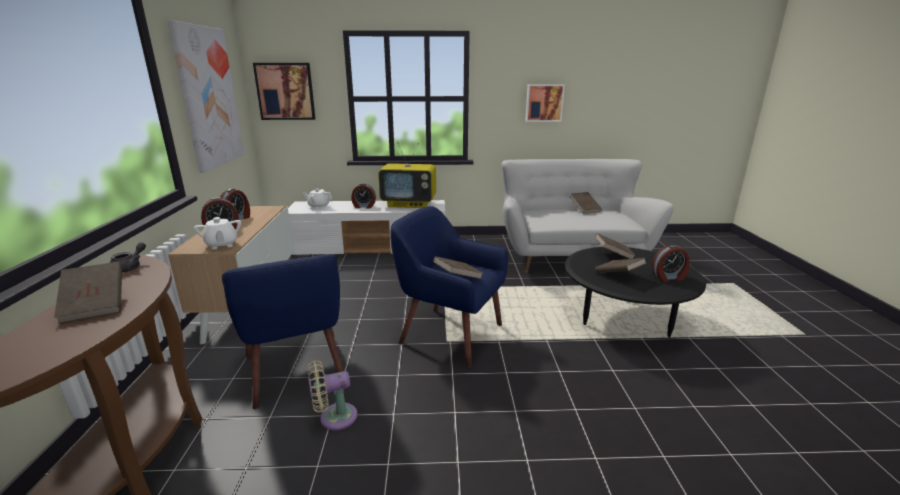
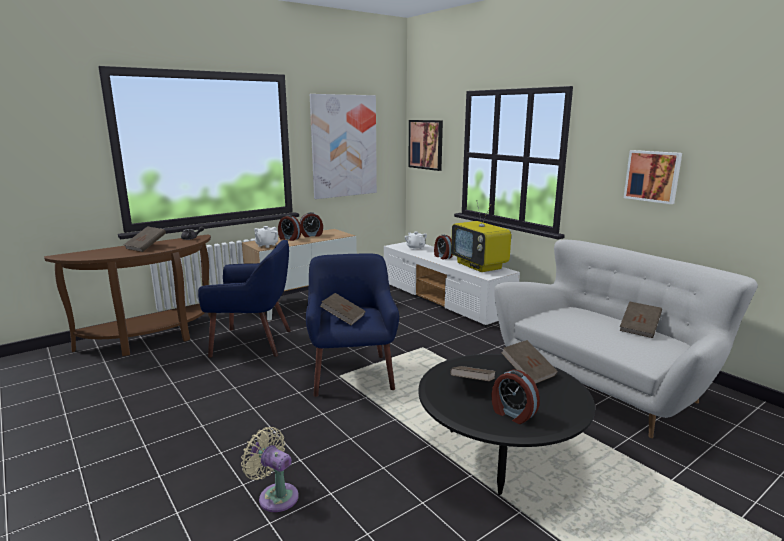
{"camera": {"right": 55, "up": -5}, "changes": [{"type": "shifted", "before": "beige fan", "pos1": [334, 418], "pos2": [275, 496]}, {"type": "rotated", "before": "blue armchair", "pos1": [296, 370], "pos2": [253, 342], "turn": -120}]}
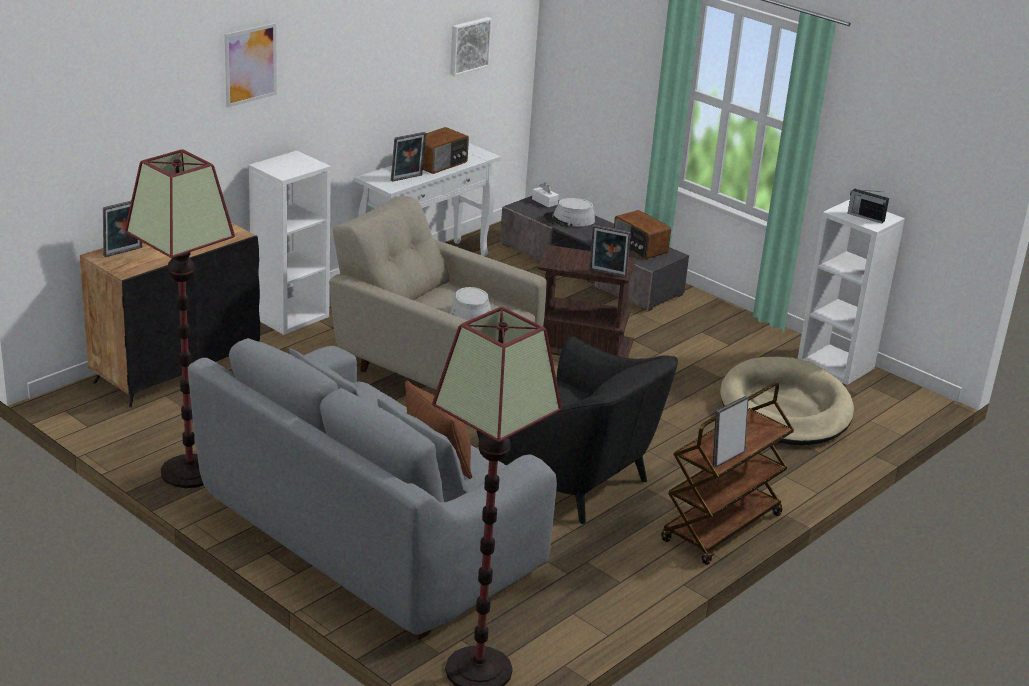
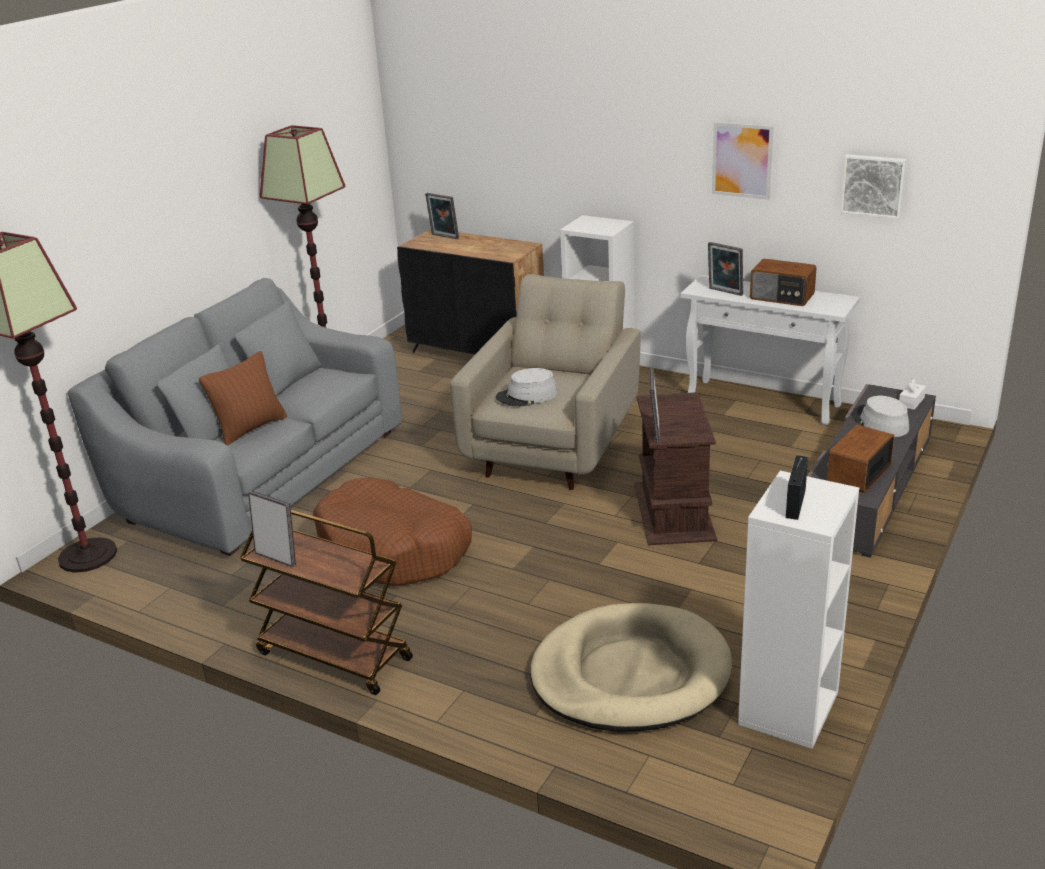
{"camera": {"right": 80, "up": 0}, "changes": [{"type": "shifted", "before": "picture", "pos1": [250, 64], "pos2": [742, 160]}, {"type": "swapped", "before": "black armchair", "after": "brown dog bed", "pos1": [570, 478], "pos2": [393, 549]}]}
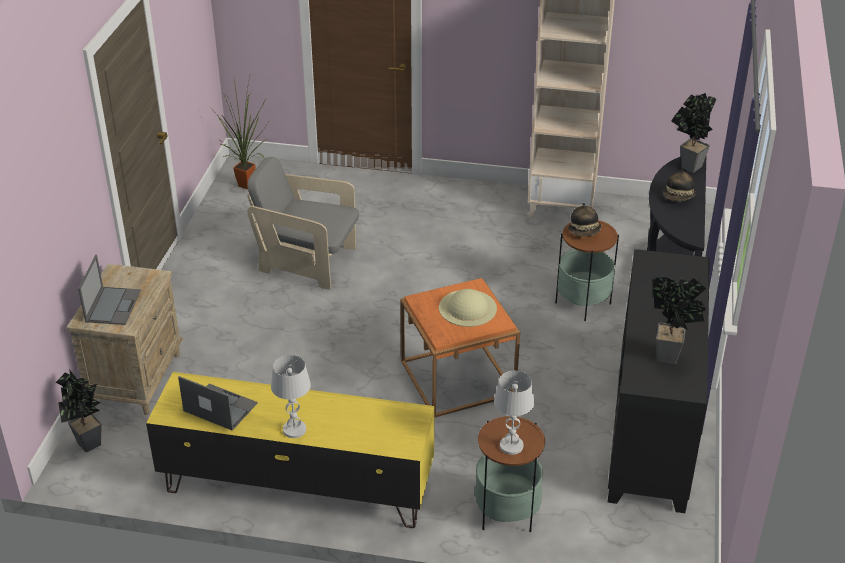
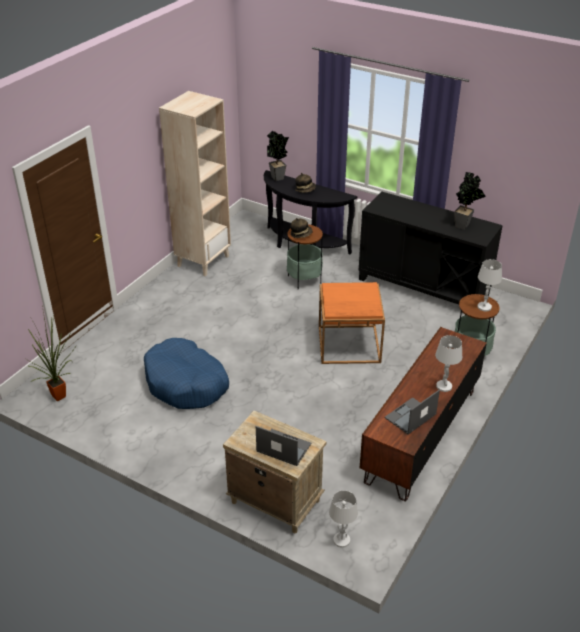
{"camera": {"right": -70, "up": 0}, "changes": [{"type": "gone", "before": "beige hat", "pos1": [467, 308]}, {"type": "swapped", "before": "potted plant", "after": "white table lamp", "pos1": [89, 447], "pos2": [341, 540]}, {"type": "swapped", "before": "grey armchair", "after": "blue dog bed", "pos1": [308, 262], "pos2": [186, 383]}, {"type": "repainted", "before": "yellow tv stand", "after": "brown tv stand", "pos1": [296, 485], "pos2": [421, 435]}]}
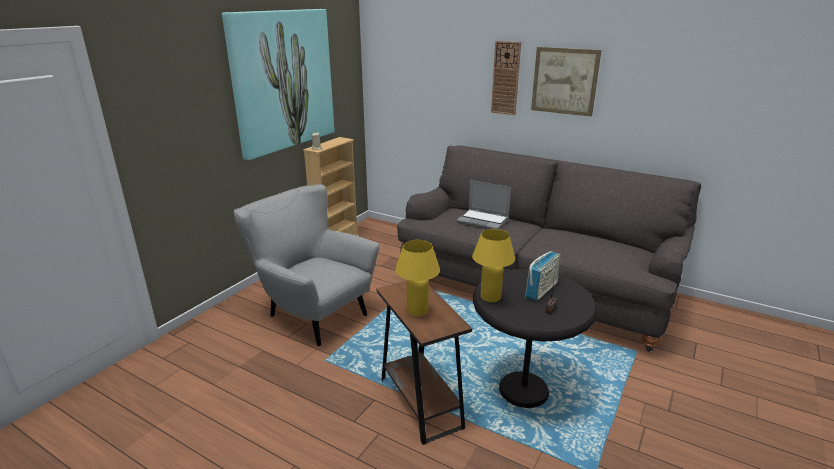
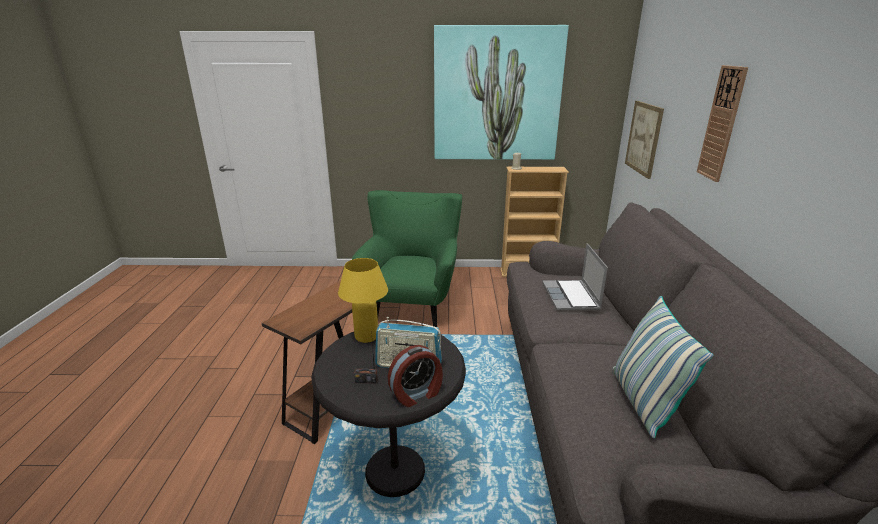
{"camera": {"right": 60, "up": 0}, "changes": [{"type": "gone", "before": "yellow table lamp", "pos1": [417, 311]}, {"type": "new", "after": "alarm clock", "pos2": [417, 394]}, {"type": "new", "after": "pillow", "pos2": [643, 402]}, {"type": "shifted", "before": "picture", "pos1": [564, 81], "pos2": [643, 138]}, {"type": "repainted", "before": "grey armchair", "after": "green armchair", "pos1": [312, 314], "pos2": [413, 304]}]}
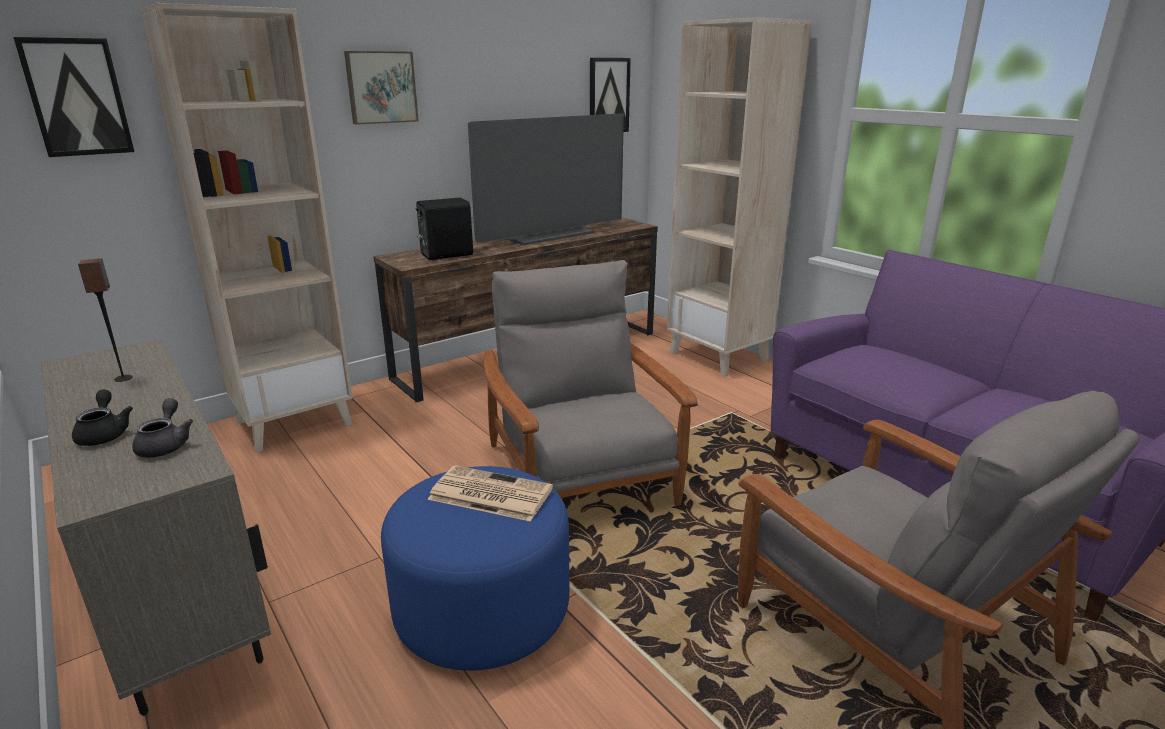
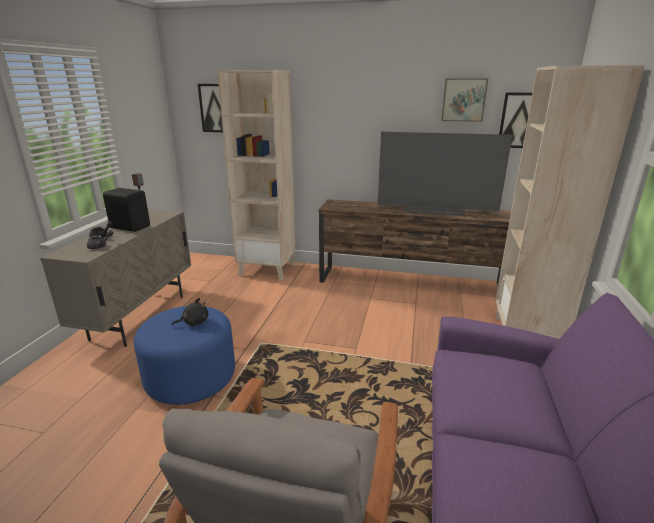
{"camera": {"right": 50, "up": 0}, "changes": [{"type": "gone", "before": "grey armchair", "pos1": [580, 475]}, {"type": "shifted", "before": "picture", "pos1": [381, 87], "pos2": [463, 100]}, {"type": "shifted", "before": "black speaker", "pos1": [445, 254], "pos2": [130, 227]}, {"type": "swapped", "before": "newspaper", "after": "black plush toy", "pos1": [489, 494], "pos2": [194, 322]}]}
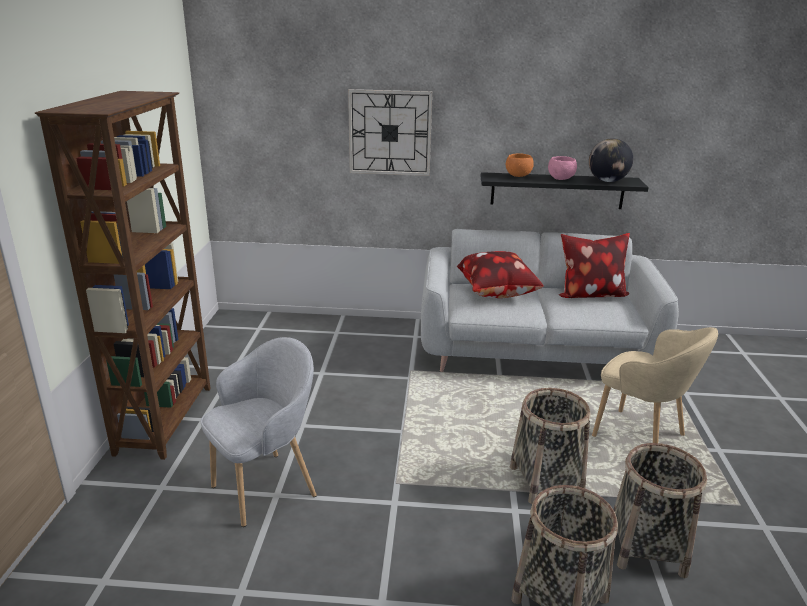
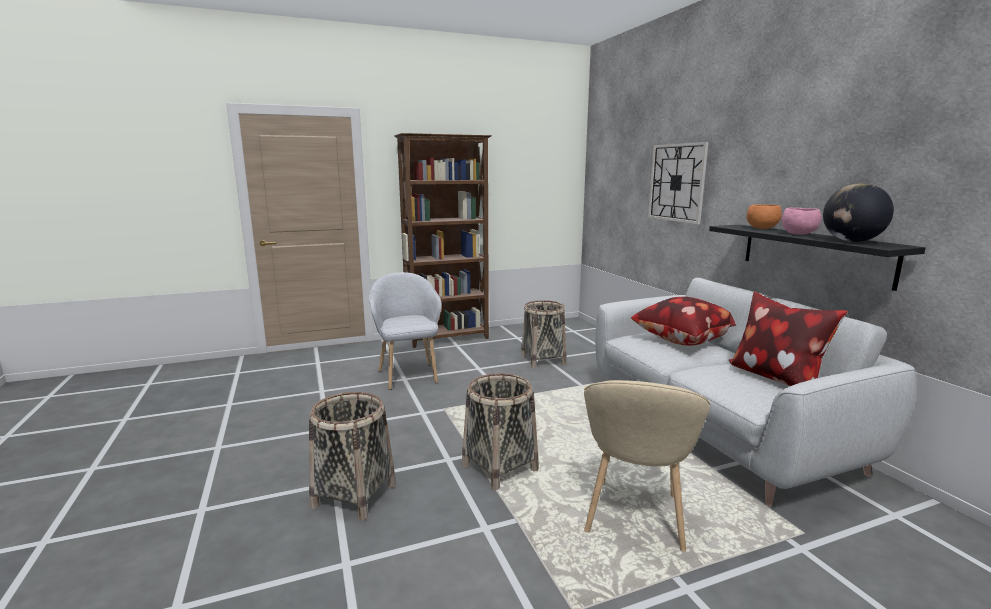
{"camera": {"right": 65, "up": -10}, "changes": [{"type": "shifted", "before": "basket", "pos1": [647, 548], "pos2": [542, 360]}, {"type": "rotated", "before": "grey armchair", "pos1": [266, 487], "pos2": [408, 375], "turn": -135}]}
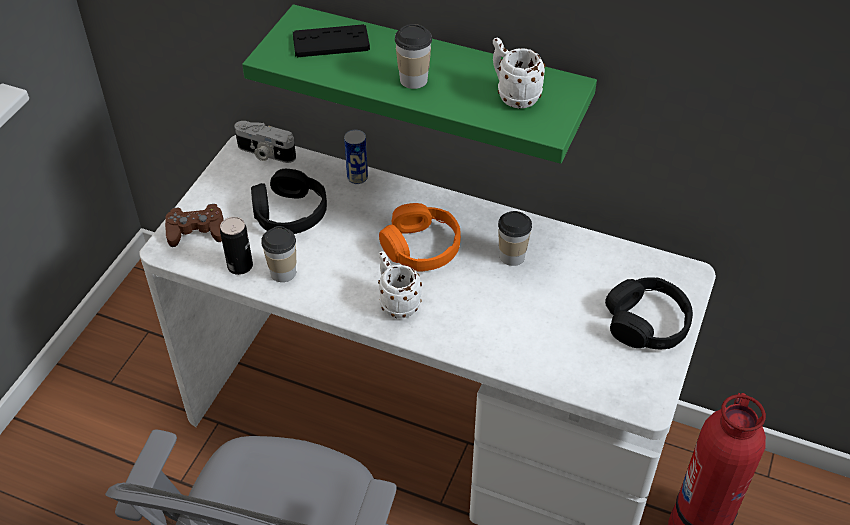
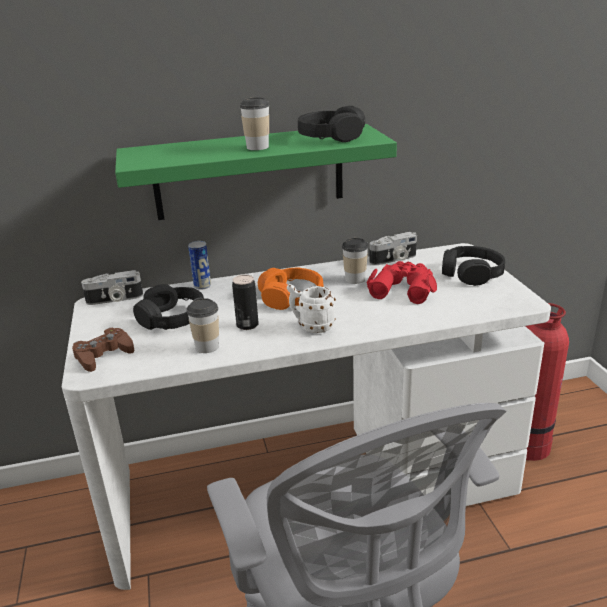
{"camera": {"right": -35, "up": -20}, "changes": [{"type": "gone", "before": "black game controller", "pos1": [331, 42]}, {"type": "new", "after": "red binoculars", "pos2": [403, 288]}, {"type": "new", "after": "photo camera", "pos2": [394, 260]}, {"type": "shifted", "before": "can", "pos1": [240, 266], "pos2": [247, 325]}, {"type": "swapped", "before": "white mug", "after": "black headphones", "pos1": [513, 95], "pos2": [331, 136]}]}
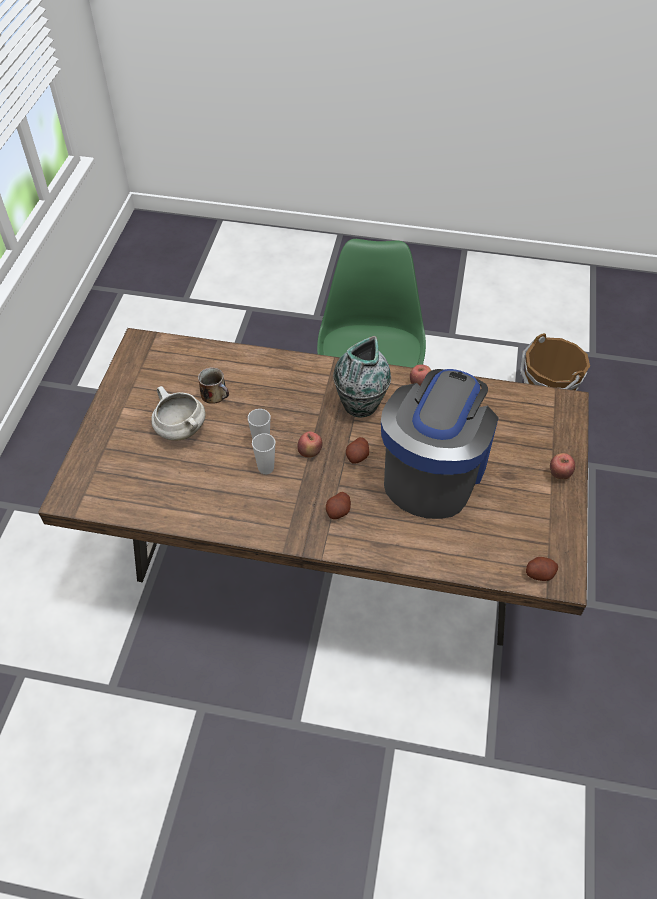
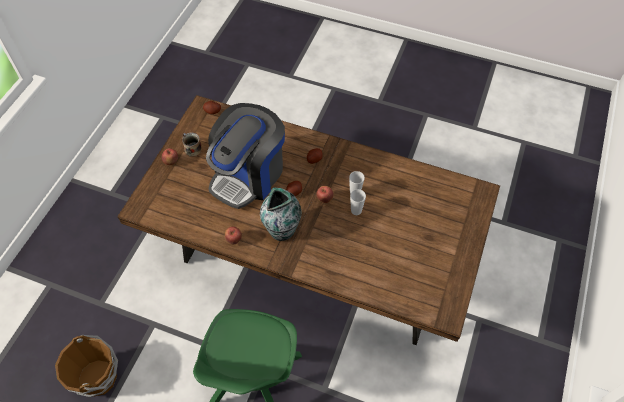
{"camera": {"right": -170, "up": 5}, "changes": [{"type": "gone", "before": "white cooking pot", "pos1": [180, 430]}, {"type": "shifted", "before": "mug", "pos1": [215, 394], "pos2": [192, 149]}]}
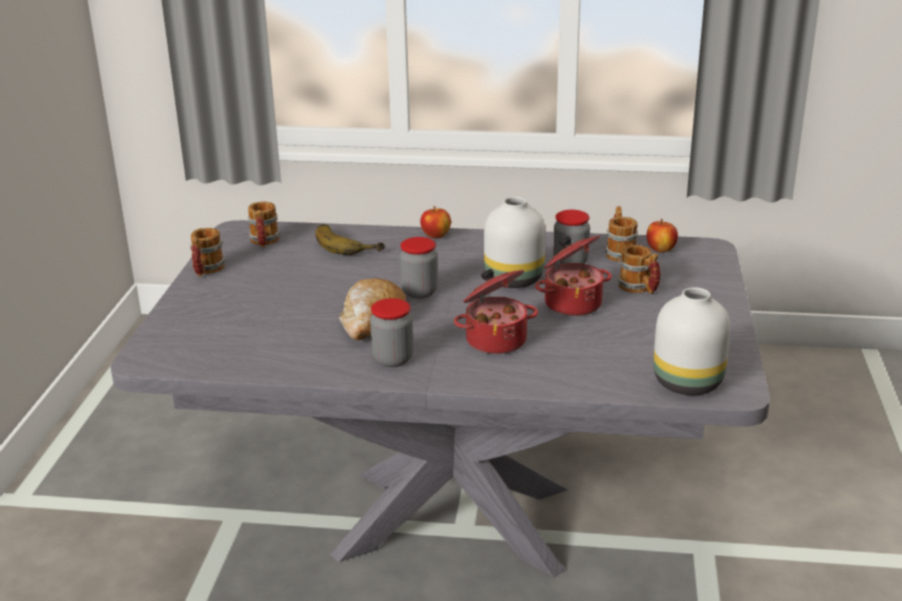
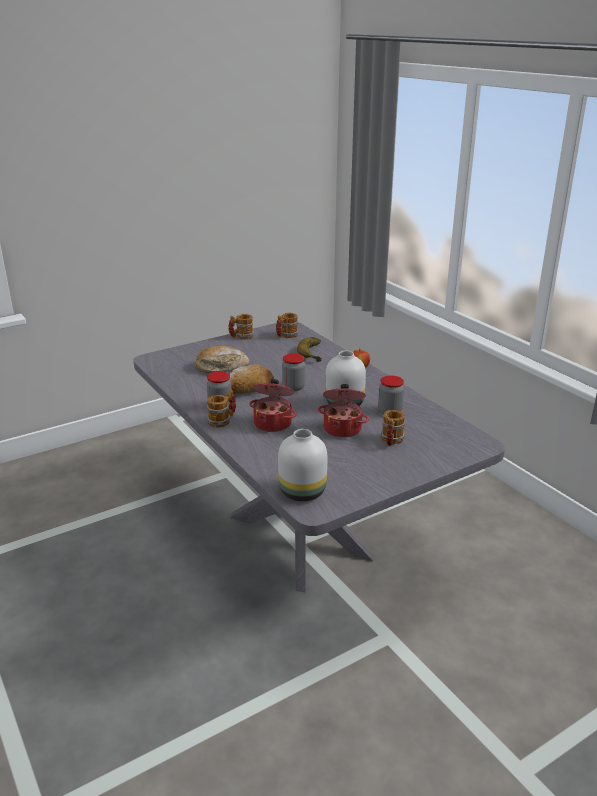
{"camera": {"right": 50, "up": 0}, "changes": [{"type": "gone", "before": "apple", "pos1": [661, 249]}, {"type": "new", "after": "bread", "pos2": [221, 367]}, {"type": "shifted", "before": "mug", "pos1": [619, 252], "pos2": [222, 420]}]}
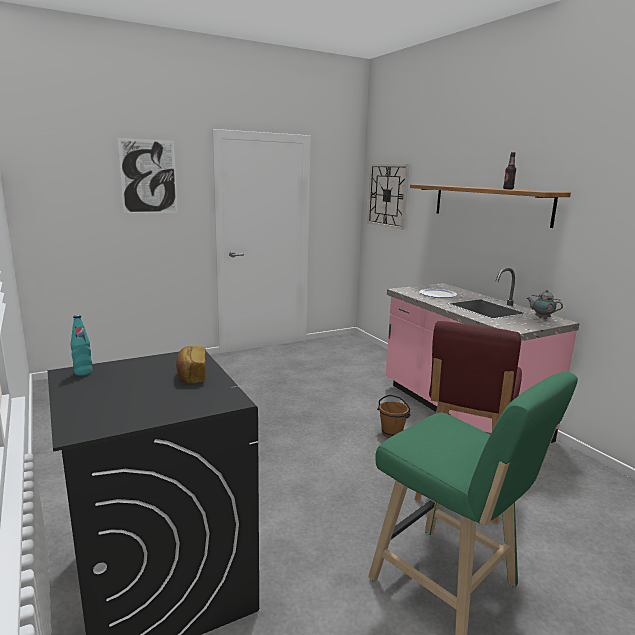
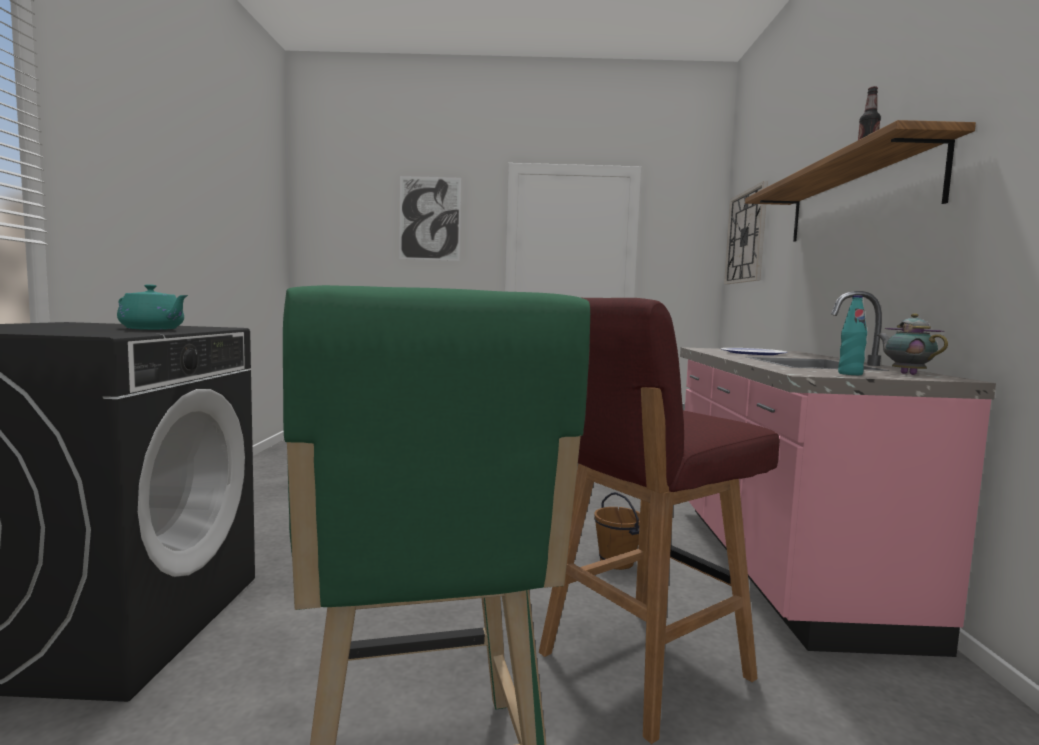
{"camera": {"right": 30, "up": -10}, "changes": [{"type": "shifted", "before": "turquoise bottle", "pos1": [83, 372], "pos2": [850, 374]}, {"type": "swapped", "before": "bread", "after": "turquoise teapot", "pos1": [191, 375], "pos2": [153, 329]}]}
